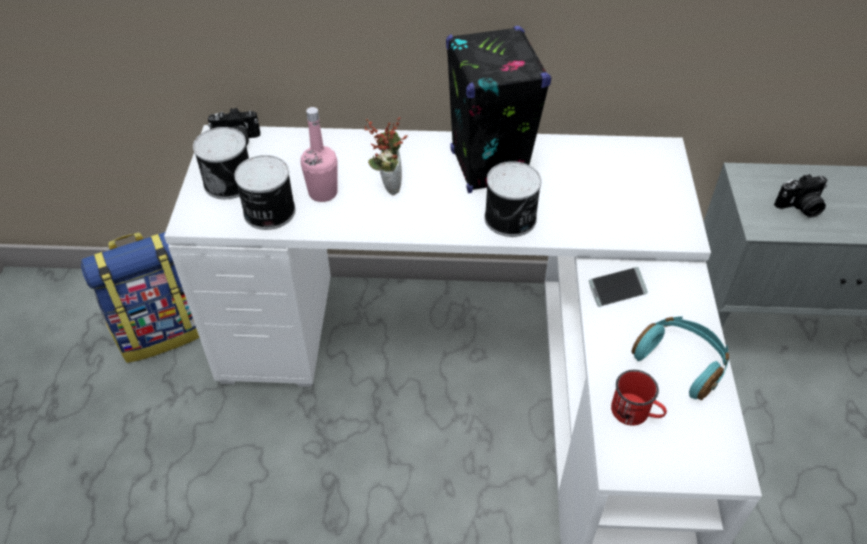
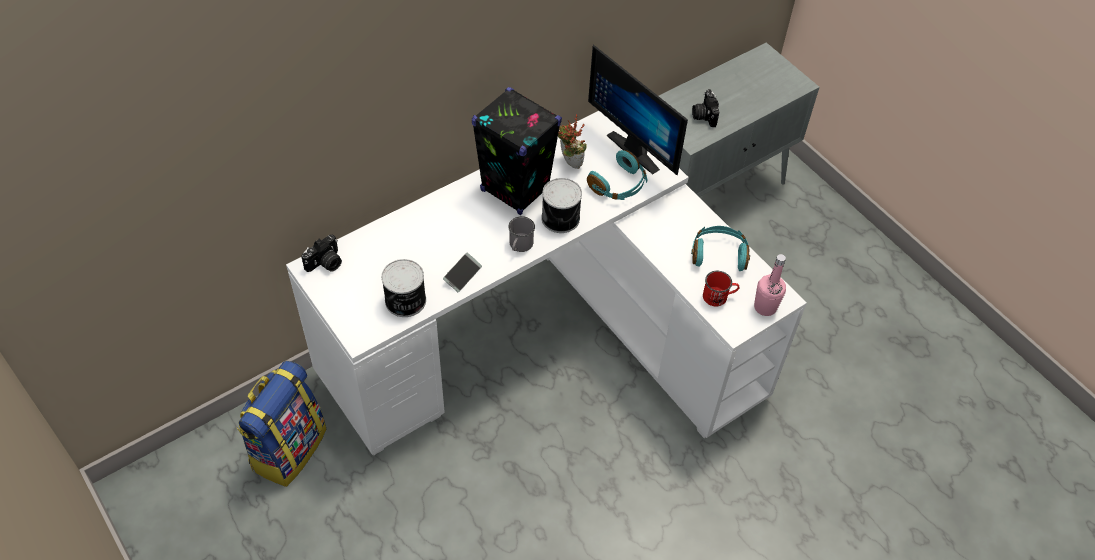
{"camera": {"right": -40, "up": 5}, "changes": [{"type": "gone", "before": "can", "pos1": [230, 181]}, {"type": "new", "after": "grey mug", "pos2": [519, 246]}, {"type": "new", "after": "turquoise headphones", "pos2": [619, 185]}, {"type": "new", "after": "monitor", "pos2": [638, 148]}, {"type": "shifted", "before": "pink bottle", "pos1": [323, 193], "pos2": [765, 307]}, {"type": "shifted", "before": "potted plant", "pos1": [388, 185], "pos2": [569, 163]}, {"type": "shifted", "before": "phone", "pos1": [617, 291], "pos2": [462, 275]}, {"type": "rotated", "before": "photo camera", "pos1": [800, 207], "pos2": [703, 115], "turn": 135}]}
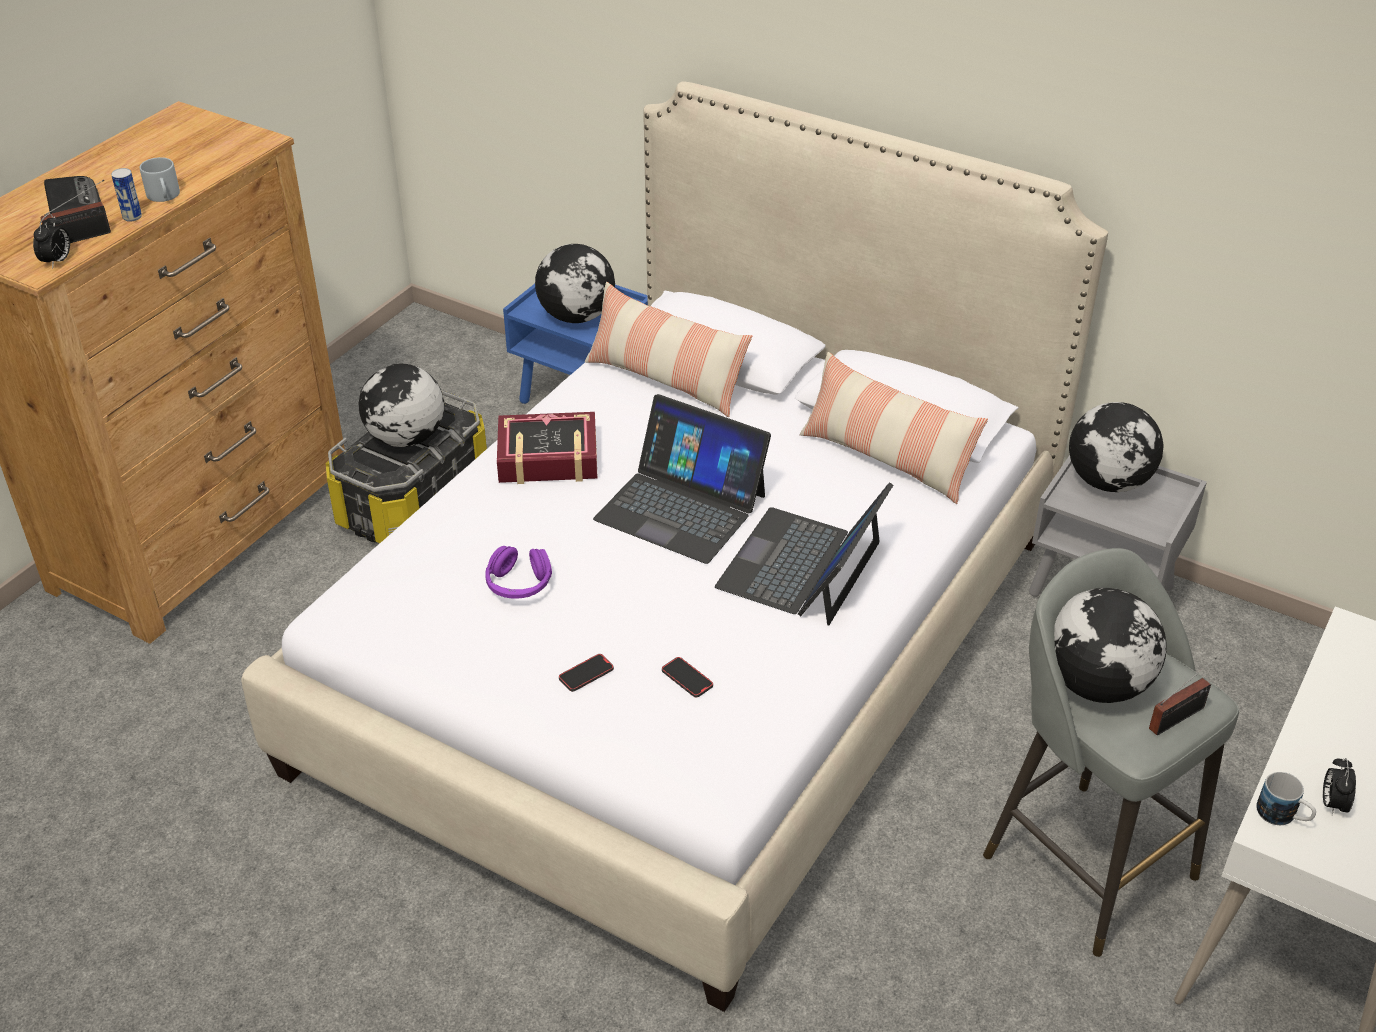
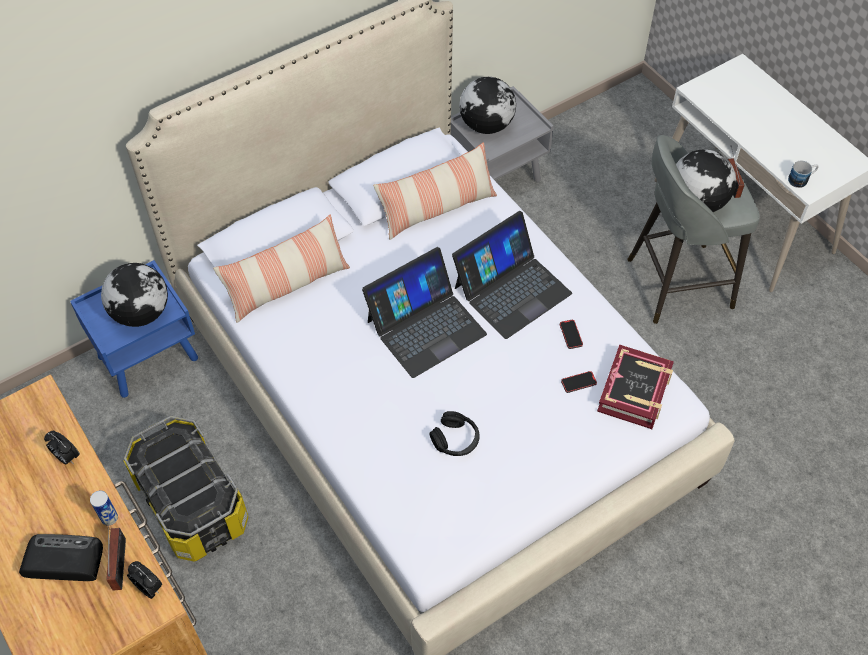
{"camera": {"right": -65, "up": 15}, "changes": [{"type": "gone", "before": "grey mug", "pos1": [165, 196]}, {"type": "gone", "before": "globe", "pos1": [405, 438]}, {"type": "shifted", "before": "book", "pos1": [548, 458], "pos2": [635, 391]}, {"type": "shifted", "before": "phone", "pos1": [586, 674], "pos2": [571, 335]}, {"type": "shifted", "before": "alarm clock", "pos1": [1332, 803], "pos2": [66, 457]}, {"type": "repainted", "before": "purple headphones", "after": "black headphones", "pos1": [519, 584], "pos2": [455, 439]}, {"type": "rotated", "before": "laptop", "pos1": [802, 566], "pos2": [511, 289], "turn": -90}]}
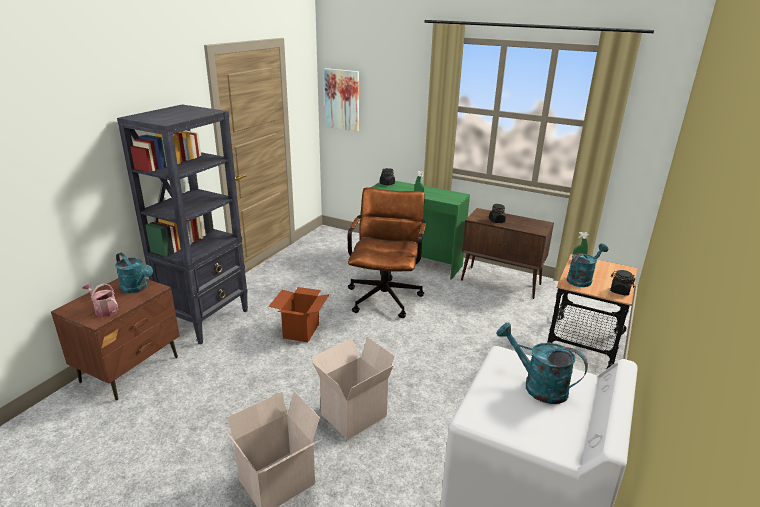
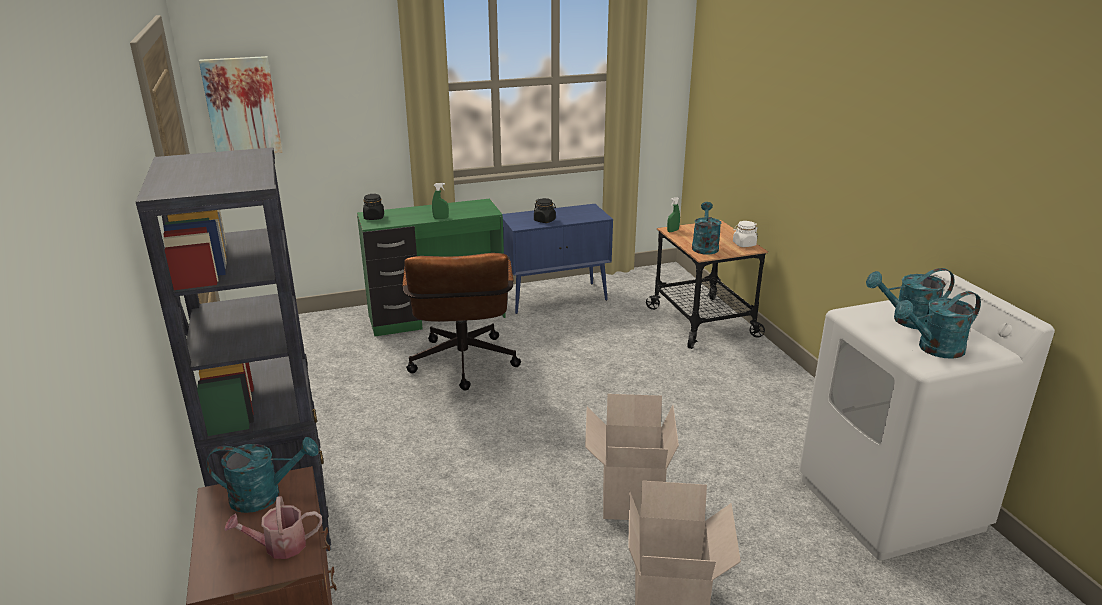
{"camera": {"right": -45, "up": 0}, "changes": [{"type": "gone", "before": "cardboard box", "pos1": [301, 331]}, {"type": "new", "after": "turquoise watering can", "pos2": [934, 349]}, {"type": "repainted", "before": "brown cabinet", "after": "blue cabinet", "pos1": [501, 282], "pos2": [556, 298]}, {"type": "repainted", "before": "black jar", "after": "white jar", "pos1": [619, 291], "pos2": [744, 244]}, {"type": "rotated", "before": "brown office chair", "pos1": [385, 295], "pos2": [463, 367], "turn": -150}]}
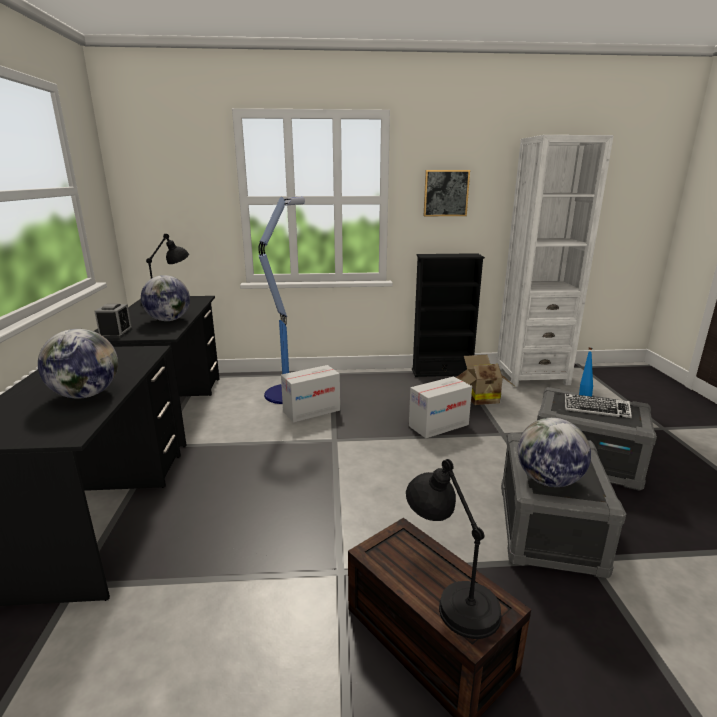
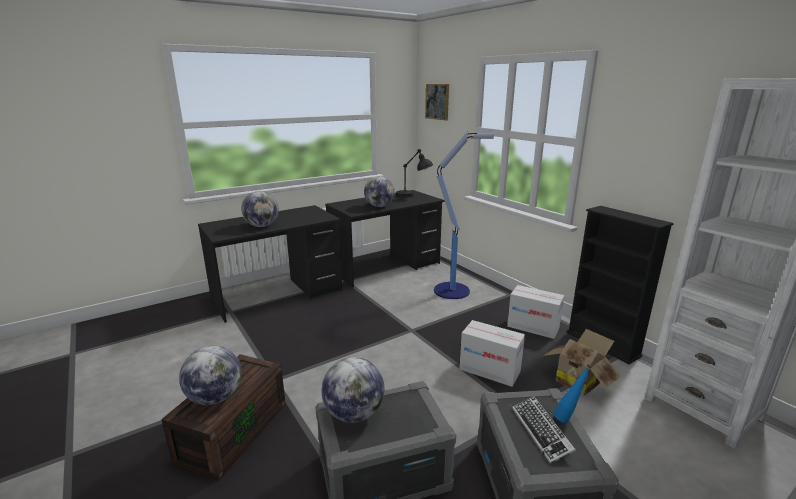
{"camera": {"right": 60, "up": 0}, "changes": [{"type": "gone", "before": "alarm clock", "pos1": [116, 333]}, {"type": "shifted", "before": "cardboard box", "pos1": [311, 411], "pos2": [533, 327]}, {"type": "shifted", "before": "picture", "pos1": [446, 193], "pos2": [437, 101]}, {"type": "swapped", "before": "black table lamp", "after": "globe", "pos1": [449, 592], "pos2": [215, 398]}]}
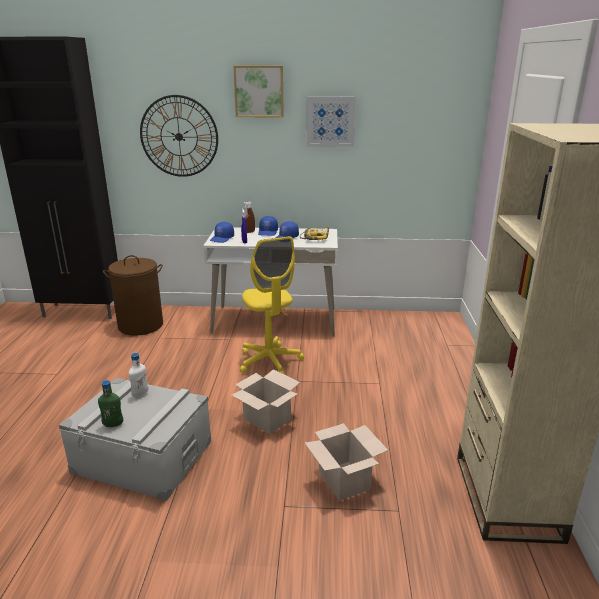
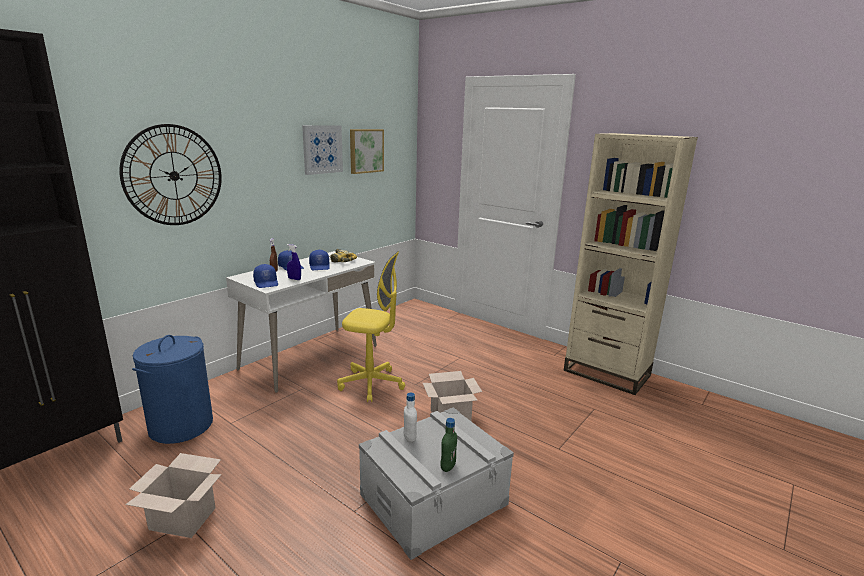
{"camera": {"right": -55, "up": -5}, "changes": [{"type": "shifted", "before": "picture", "pos1": [259, 91], "pos2": [365, 151]}, {"type": "shifted", "before": "cardboard box", "pos1": [345, 481], "pos2": [184, 518]}, {"type": "repainted", "before": "brown laundry basket", "after": "blue laundry basket", "pos1": [141, 325], "pos2": [181, 425]}]}
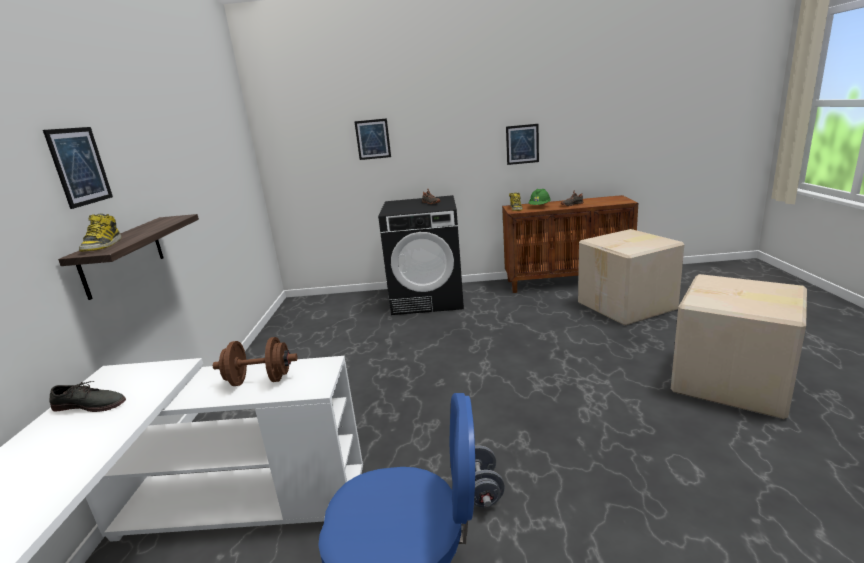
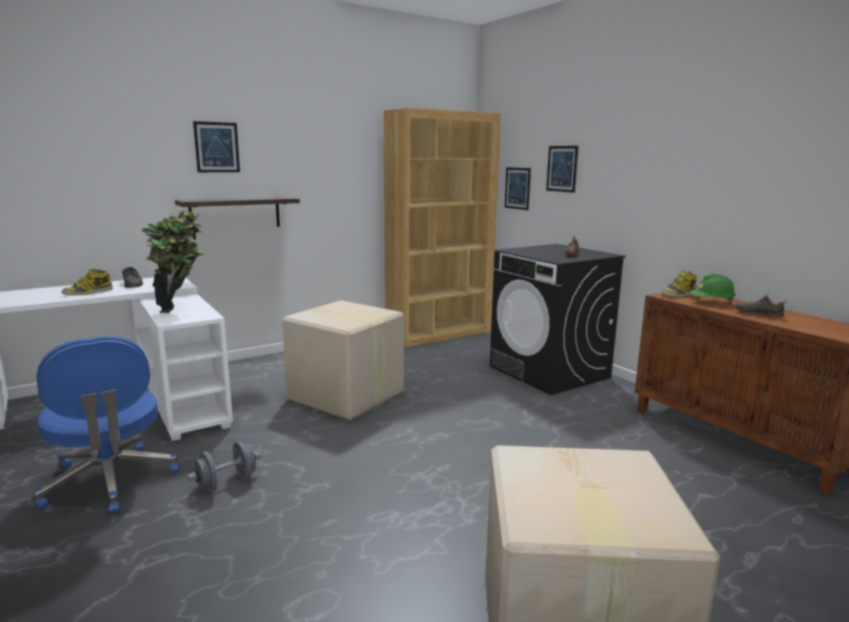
{"camera": {"right": 55, "up": -5}, "changes": [{"type": "new", "after": "brown bookcase", "pos2": [439, 333]}, {"type": "shifted", "before": "boot", "pos1": [102, 245], "pos2": [88, 292]}, {"type": "shifted", "before": "picture", "pos1": [522, 144], "pos2": [517, 188]}, {"type": "shifted", "before": "cardboard box", "pos1": [628, 306], "pos2": [346, 396]}, {"type": "swapped", "before": "brown dumbbell", "after": "potted plant", "pos1": [260, 380], "pos2": [179, 308]}]}
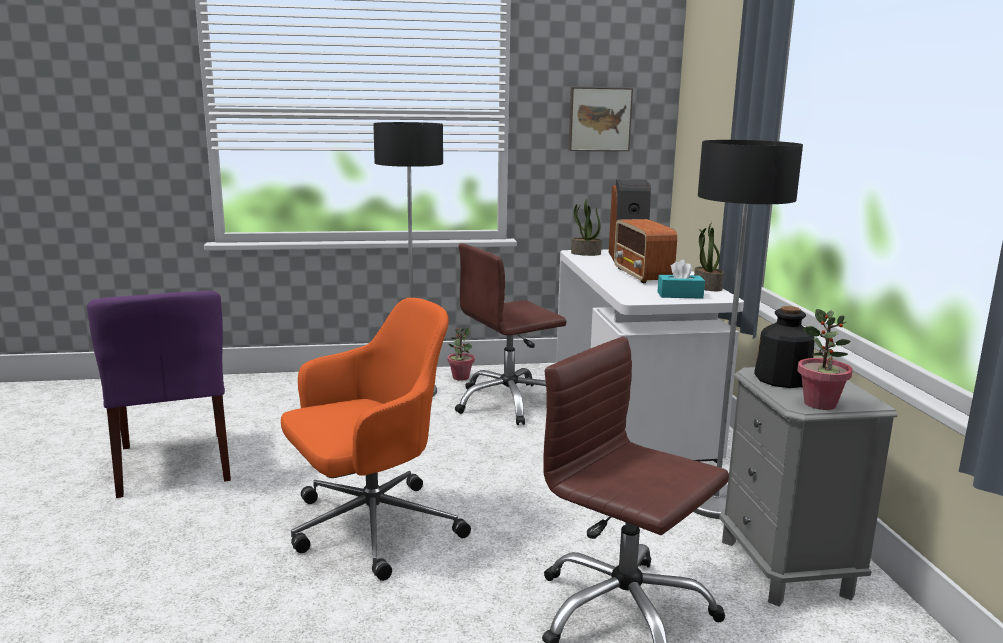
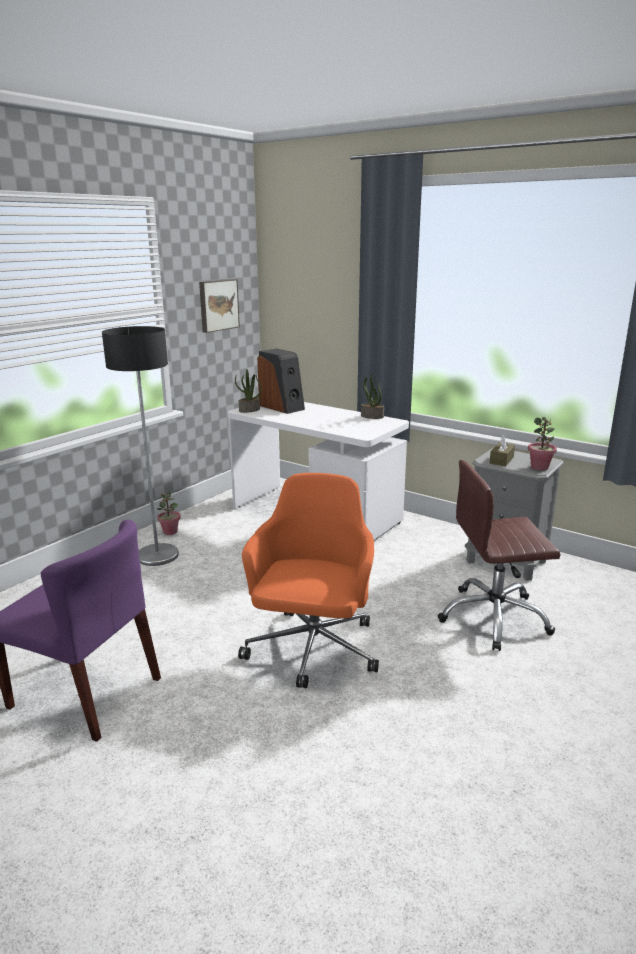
{"camera": {"right": -45, "up": 5}, "changes": [{"type": "gone", "before": "brown office chair", "pos1": [508, 403]}, {"type": "gone", "before": "radio", "pos1": [642, 275]}, {"type": "gone", "before": "turquoise tissue box", "pos1": [680, 295]}, {"type": "gone", "before": "floor lamp", "pos1": [716, 502]}, {"type": "swapped", "before": "bottle", "after": "brown tissue box", "pos1": [782, 379], "pos2": [501, 460]}]}
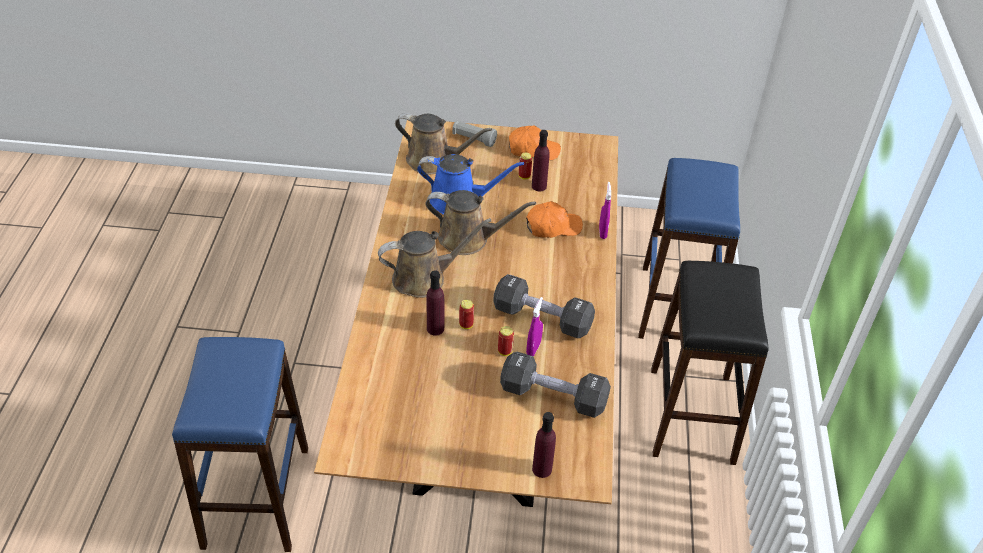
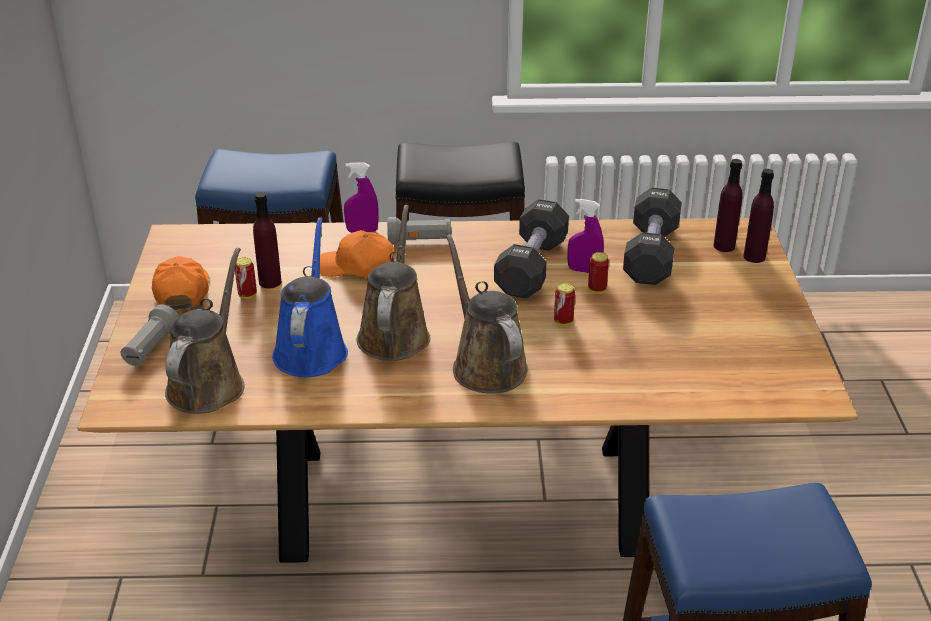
{"camera": {"right": -95, "up": -10}, "changes": [{"type": "new", "after": "grey flashlight", "pos2": [420, 241]}, {"type": "shifted", "before": "purple bottle", "pos1": [435, 328], "pos2": [724, 246]}, {"type": "rotated", "before": "orange cap", "pos1": [553, 227], "pos2": [357, 267], "turn": -60}]}
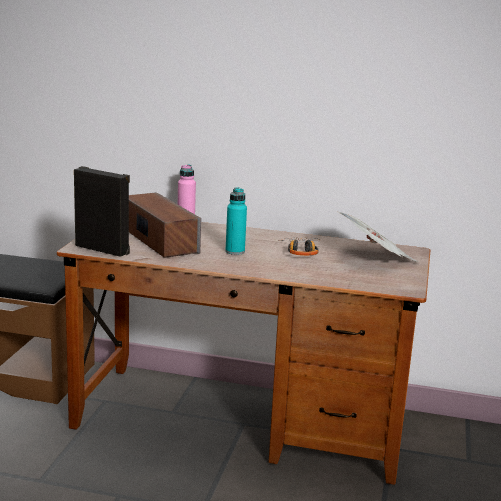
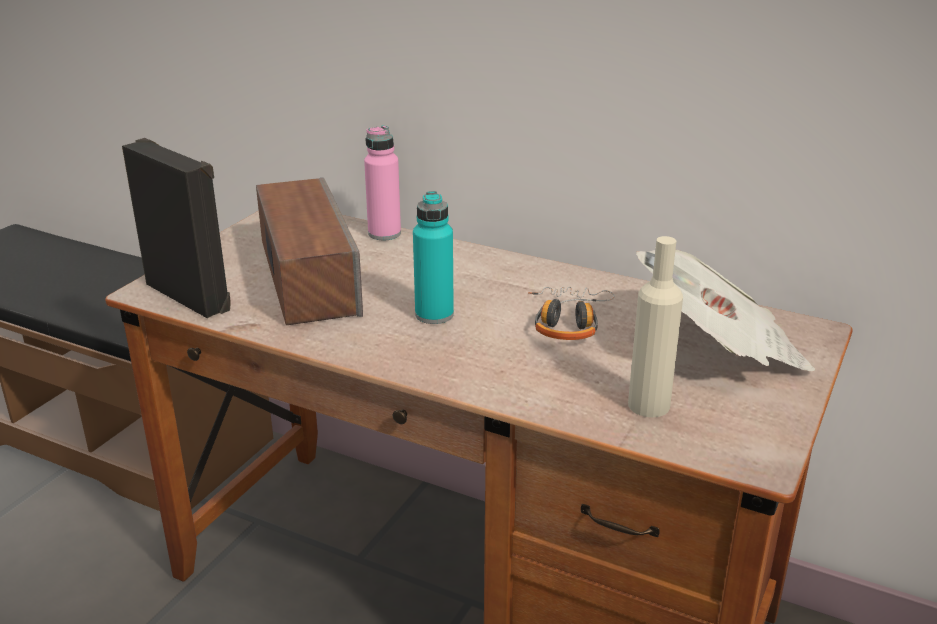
{"camera": {"right": 15, "up": 10}, "changes": [{"type": "new", "after": "beige bottle", "pos2": [648, 405]}]}
